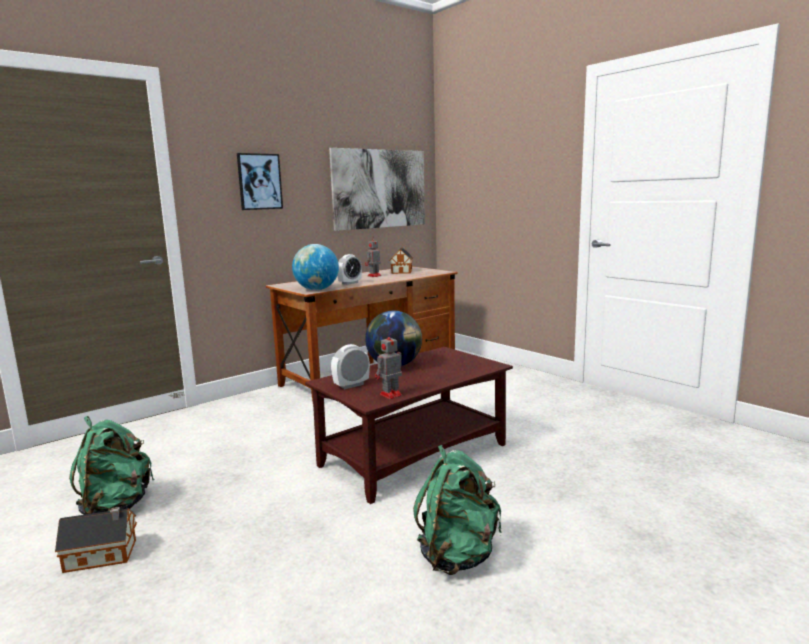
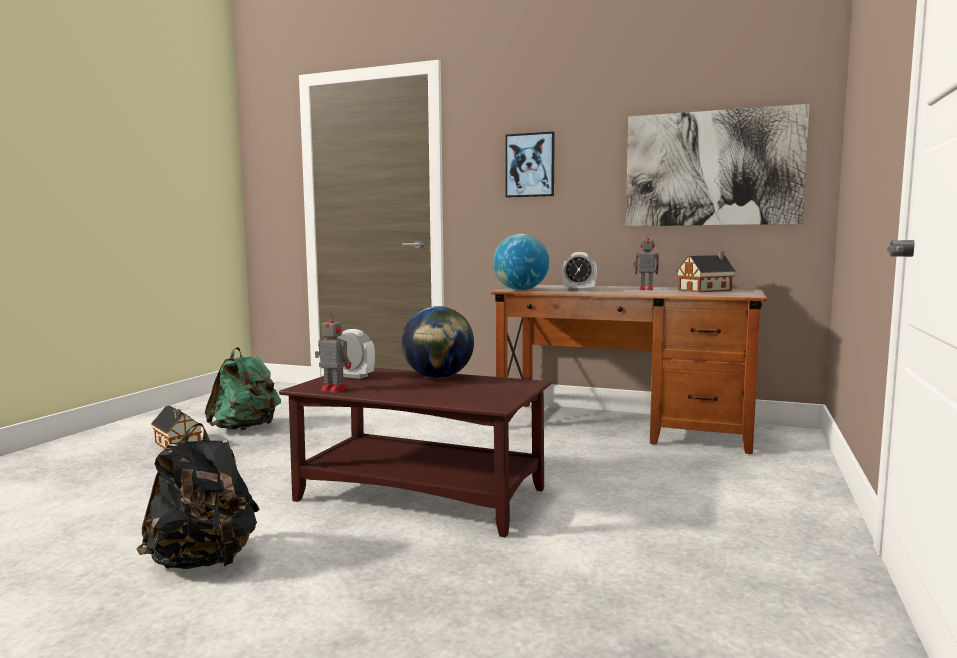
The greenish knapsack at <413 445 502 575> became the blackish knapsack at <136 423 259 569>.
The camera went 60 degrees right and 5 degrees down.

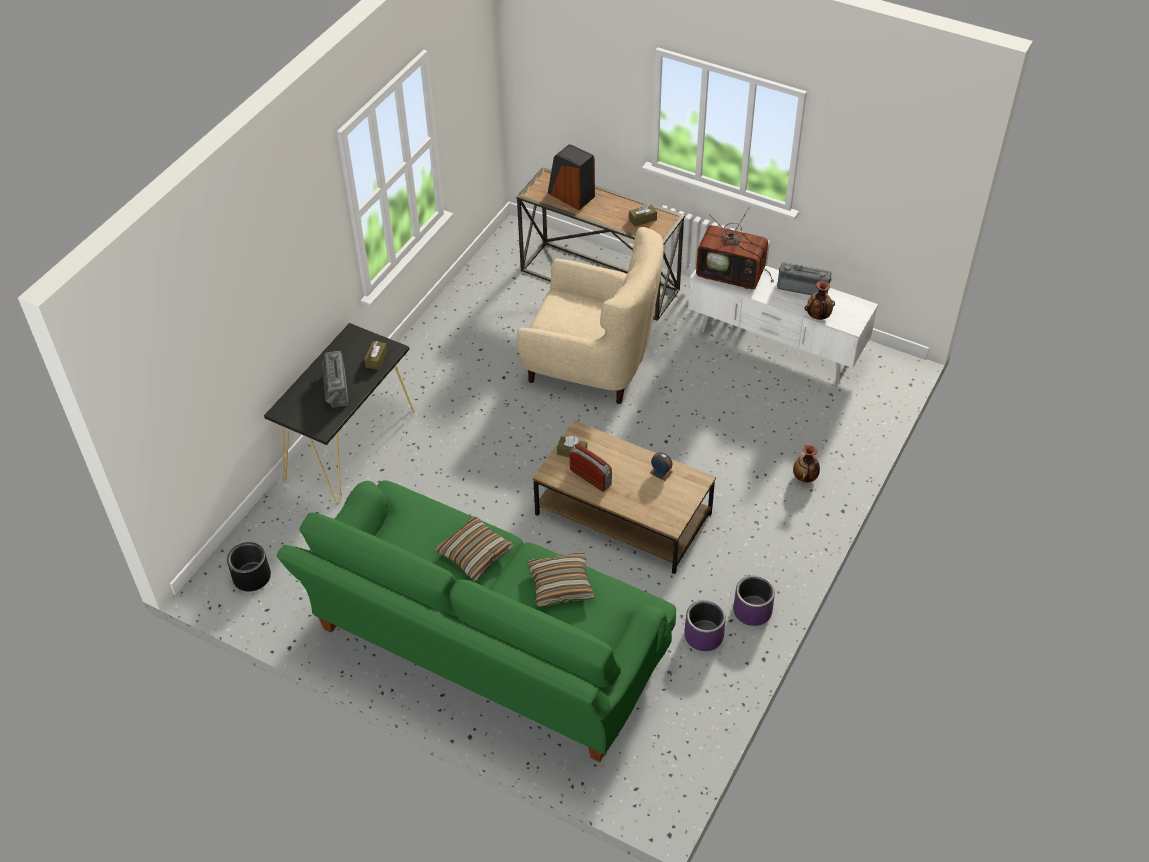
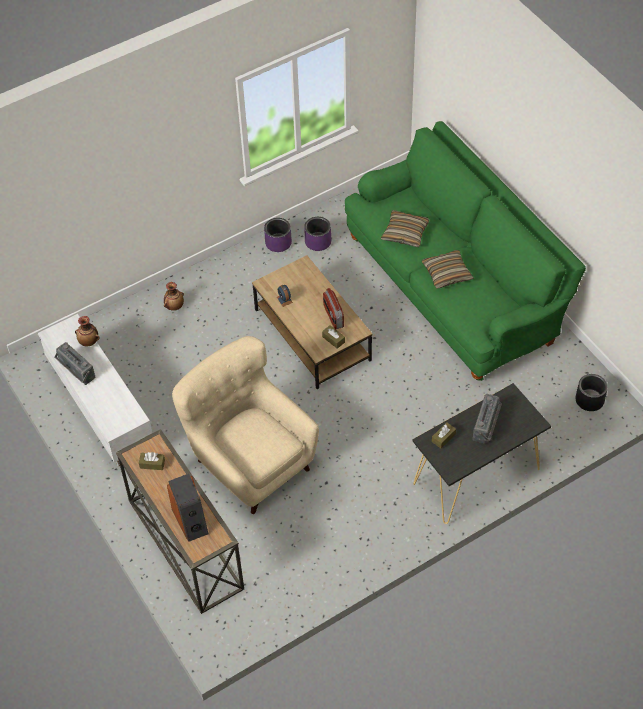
The television at <696 207 774 289> disappeared.
The camera went 150 degrees left and 5 degrees up.

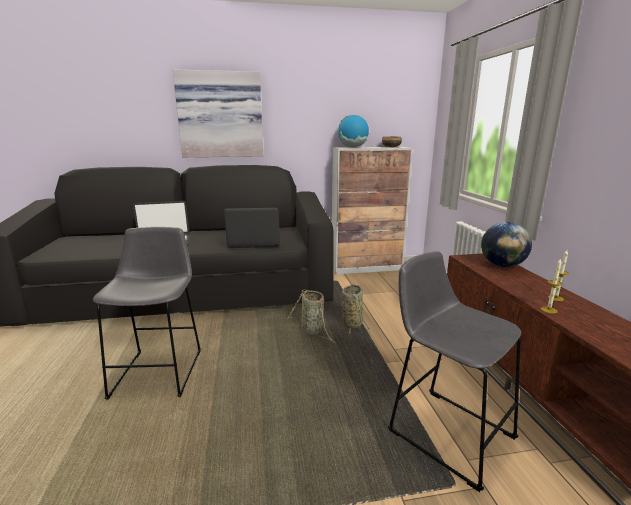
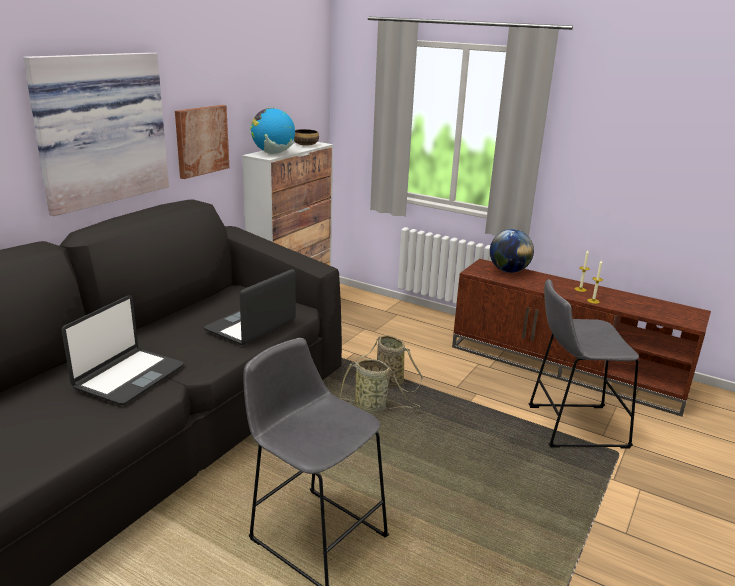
The wall art at <175 105 229 179> appeared.
The camera went 50 degrees left and 5 degrees up.

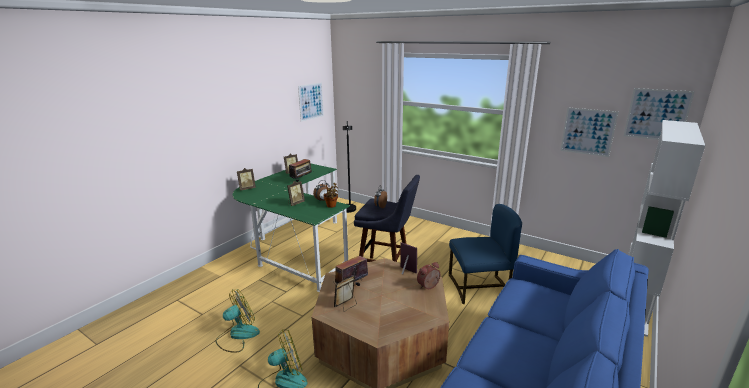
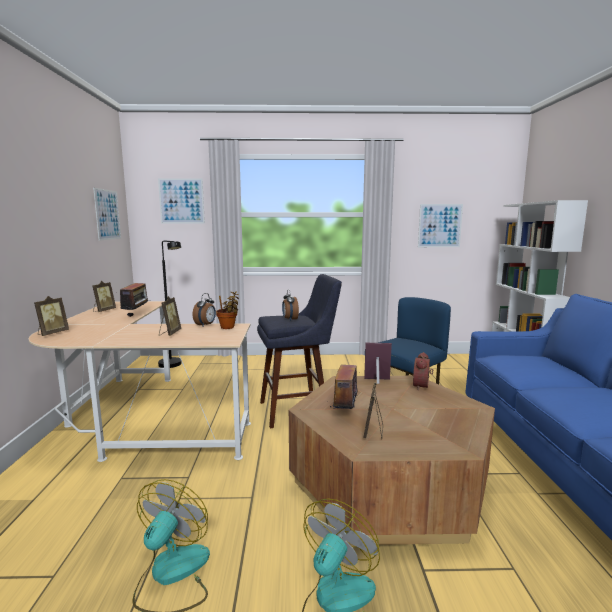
The greenish desk at <233 163 350 292> became the beige-coloured desk at <29 301 251 462>.
The wall art moved from <623 88 695 140> to <158 178 205 223>.
The camera went 35 degrees left and 10 degrees down.

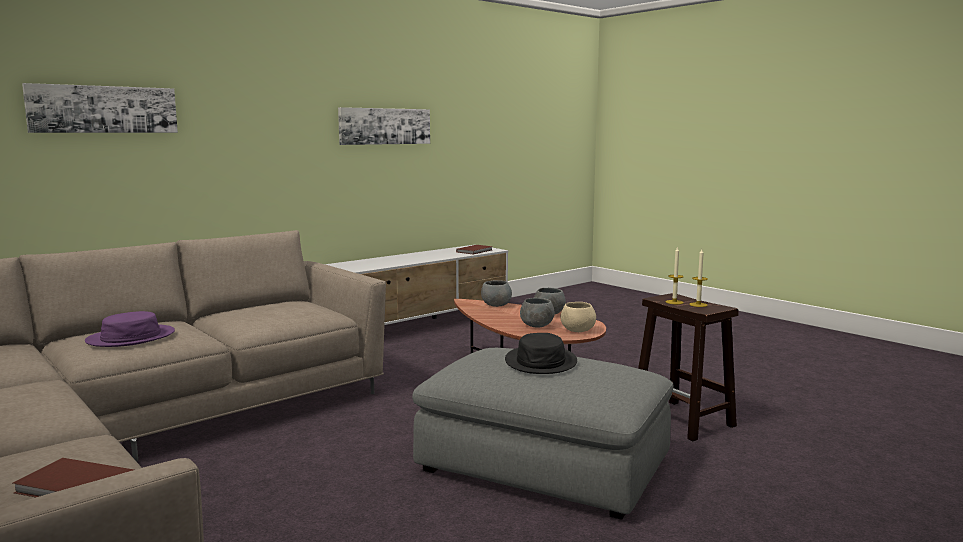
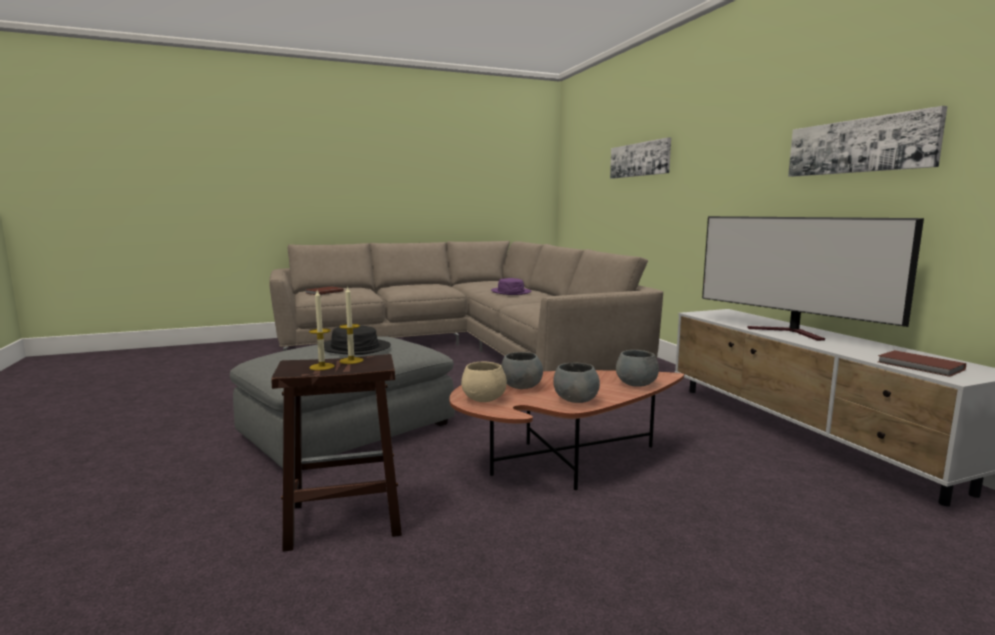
The television at <702 216 924 341> appeared.
The camera went 110 degrees right and 0 degrees up.

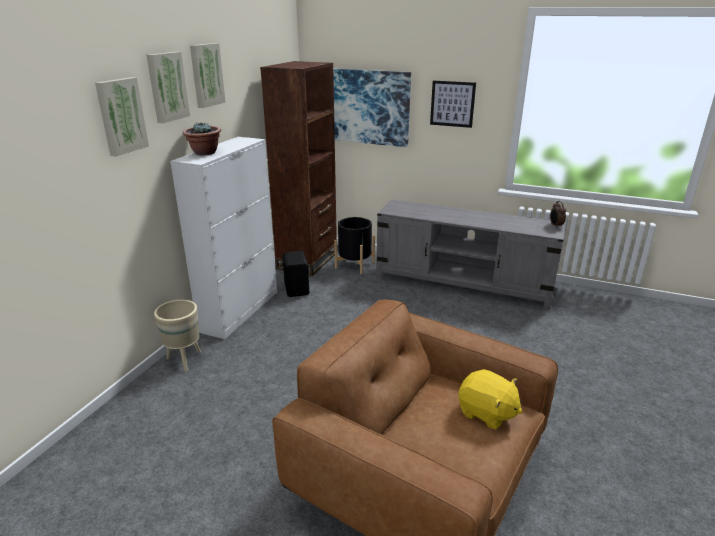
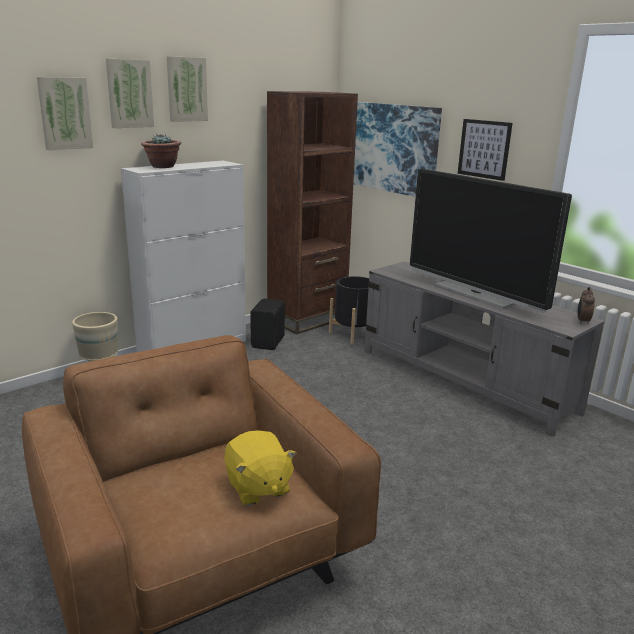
The television at <410 169 572 313> appeared.
The camera went 25 degrees right and 5 degrees down.

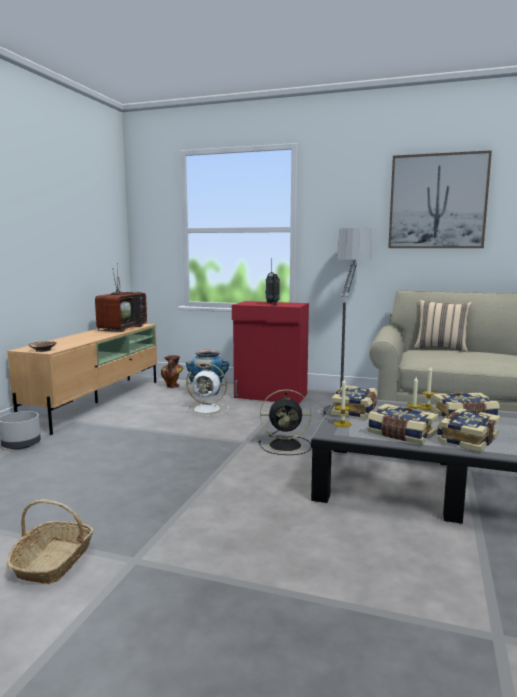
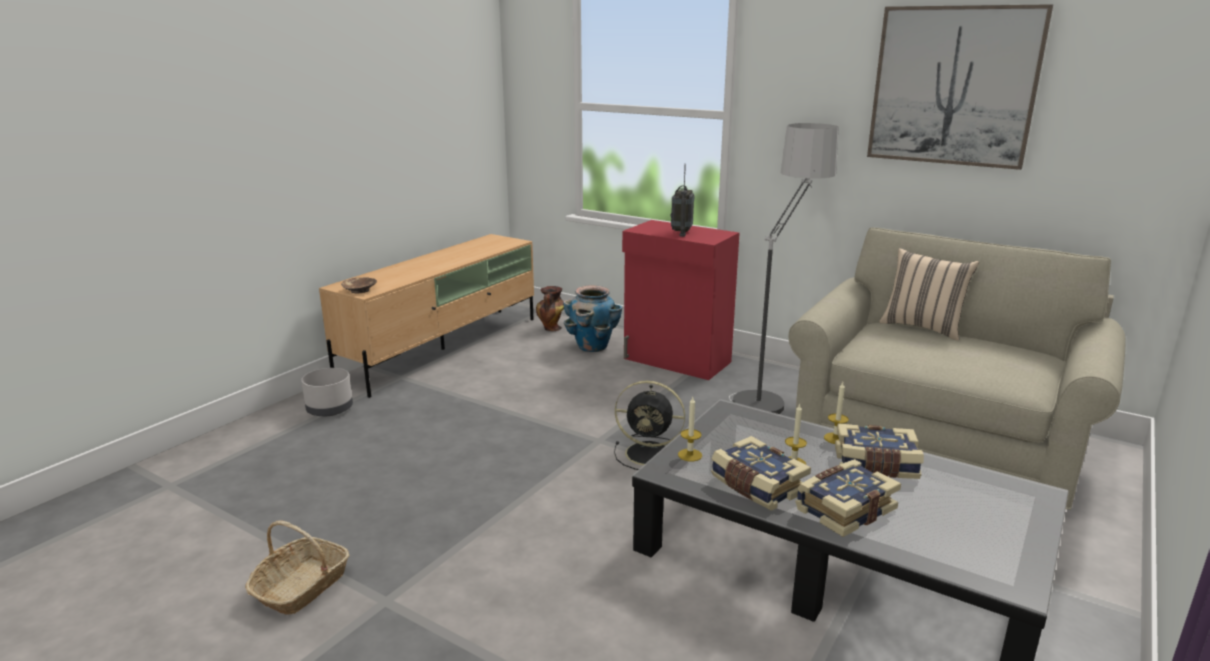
The television at <95 263 147 332> disappeared.
The whitish cooling fan at <186 363 229 416> disappeared.
The volume at <331 385 377 419> disappeared.
The camera went 15 degrees right and 10 degrees up.

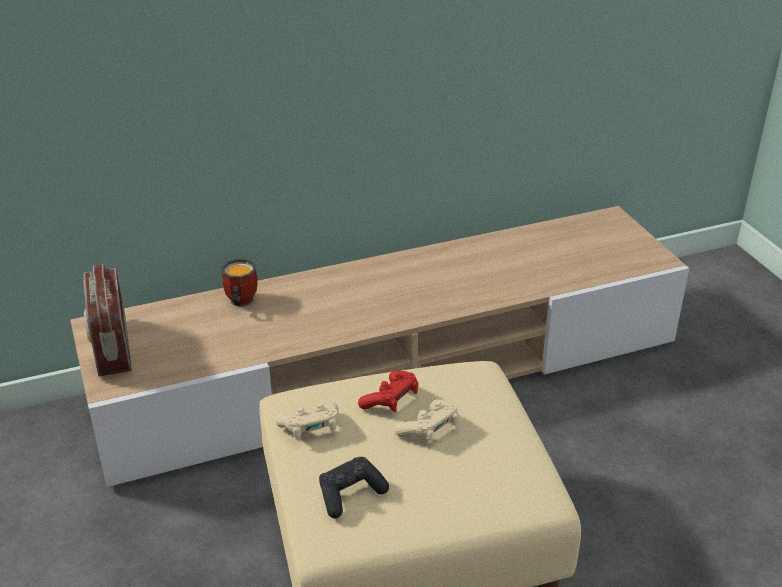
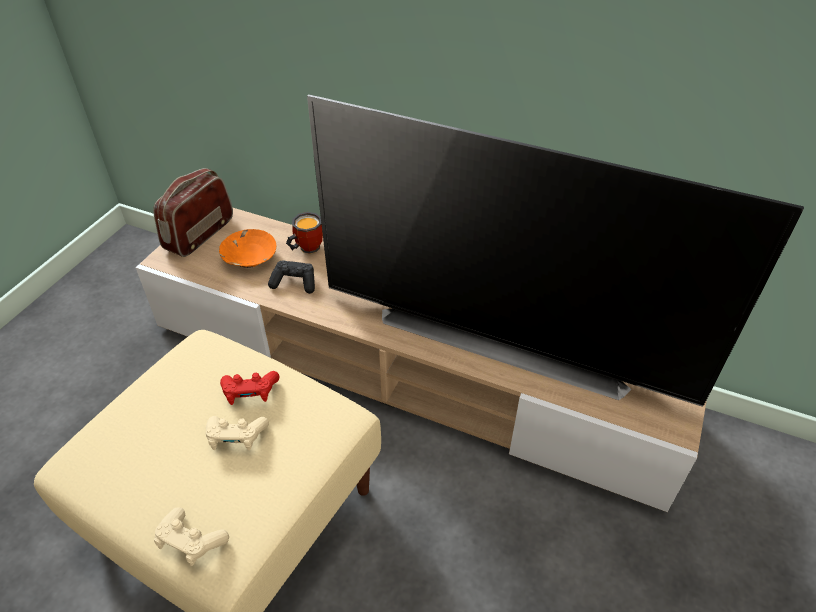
The beige-coloured joypad moved from <275 402 339 441> to <154 507 229 566>.
The orangey bowl at <219 229 276 268> appeared.
The blackish joypad moved from <319 457 389 518> to <268 260 315 294>.
The television at <307 95 804 407> appeared.
The camera went 45 degrees right and 10 degrees up.

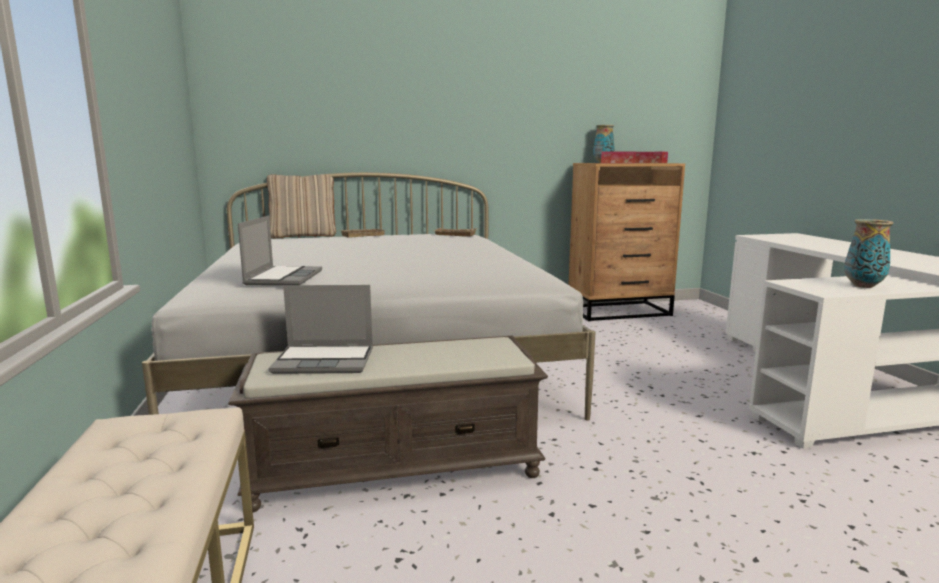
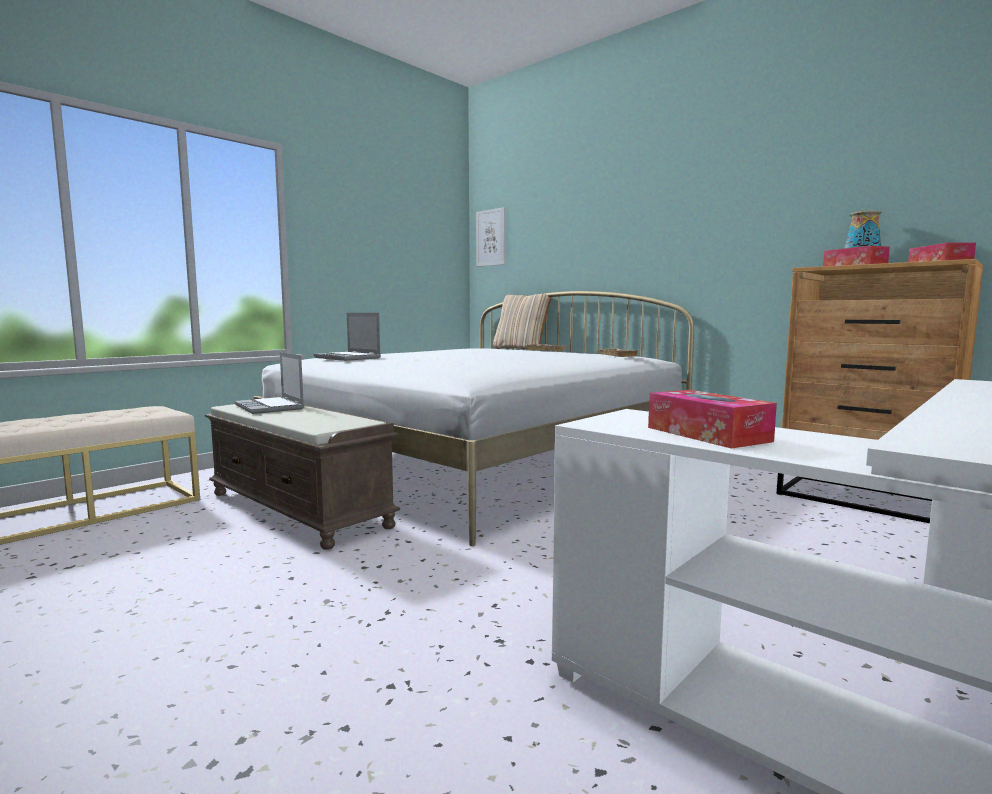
The laptop at <238 216 322 286> turned 75 degrees clockwise.
The wall art at <476 208 505 267> appeared.
The flower vase at <844 219 894 288> was replaced by the tissue box at <648 390 777 449>.
The camera went 55 degrees right and 5 degrees down.

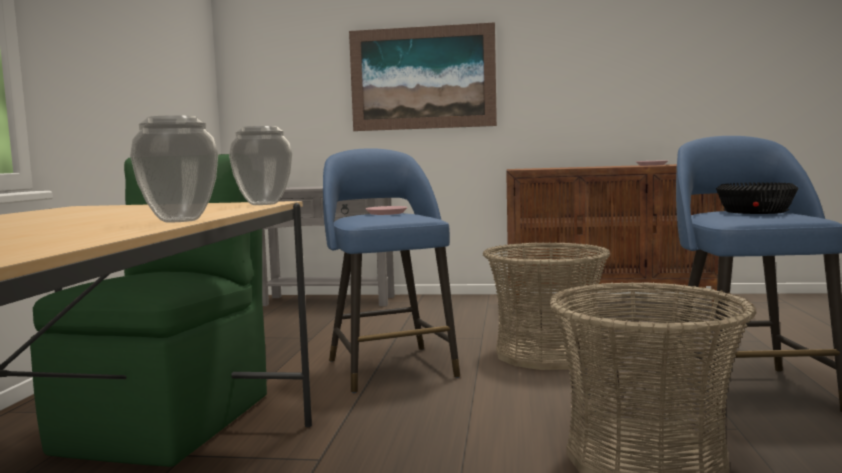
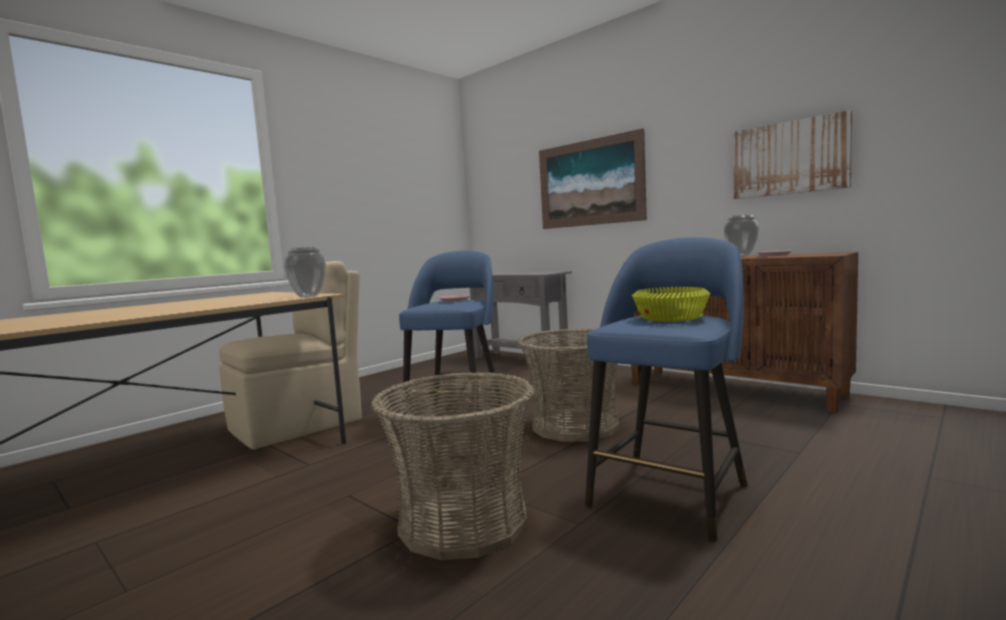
The greenish chair at <30 154 267 467> became the beige-coloured chair at <219 261 362 450>.
The blackish bowl at <716 182 798 214> became the yellowish bowl at <632 287 710 322>.
The flower vase moved from <130 115 218 222> to <724 215 759 256>.
The wall art at <733 110 852 199> appeared.
The camera went 35 degrees right and 0 degrees up.

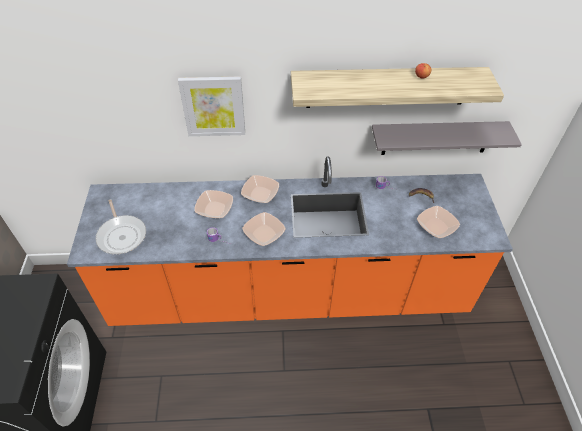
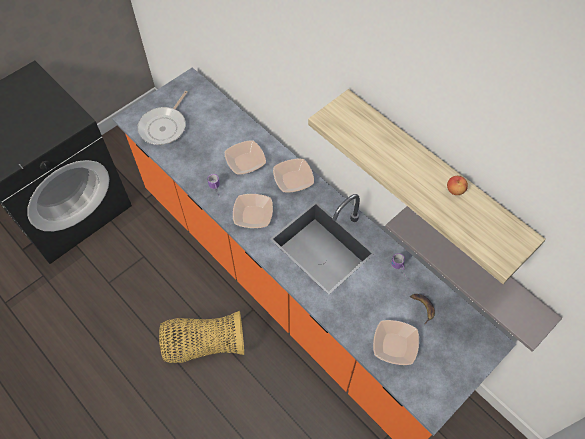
The basket at <159 311 244 363> appeared.
The wall art at <178 76 245 136> disappeared.
The camera went 50 degrees right and 10 degrees up.

